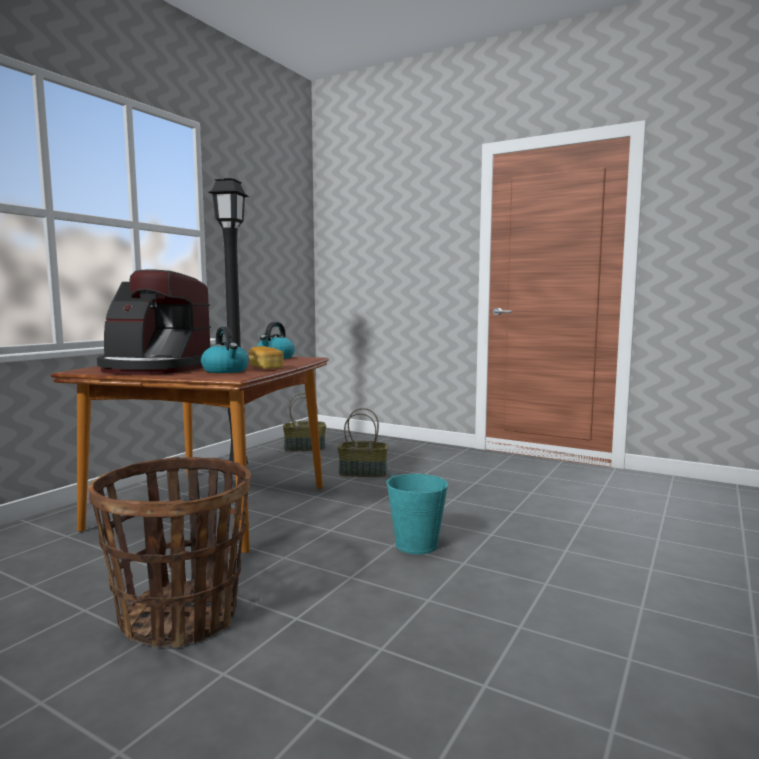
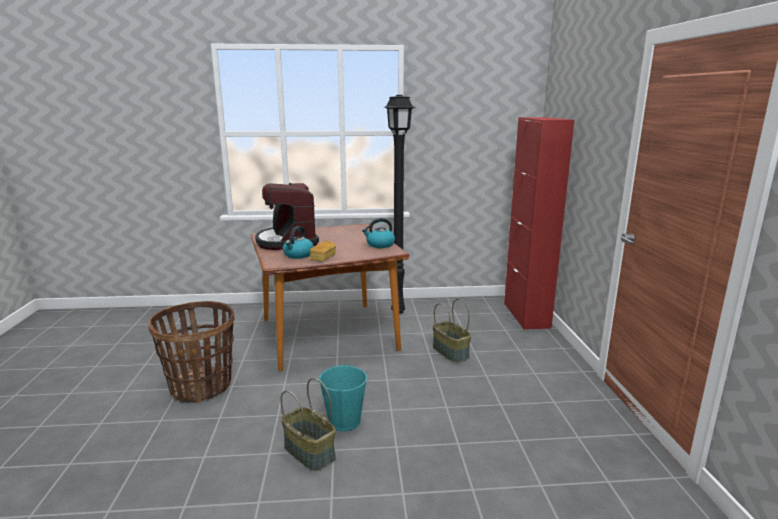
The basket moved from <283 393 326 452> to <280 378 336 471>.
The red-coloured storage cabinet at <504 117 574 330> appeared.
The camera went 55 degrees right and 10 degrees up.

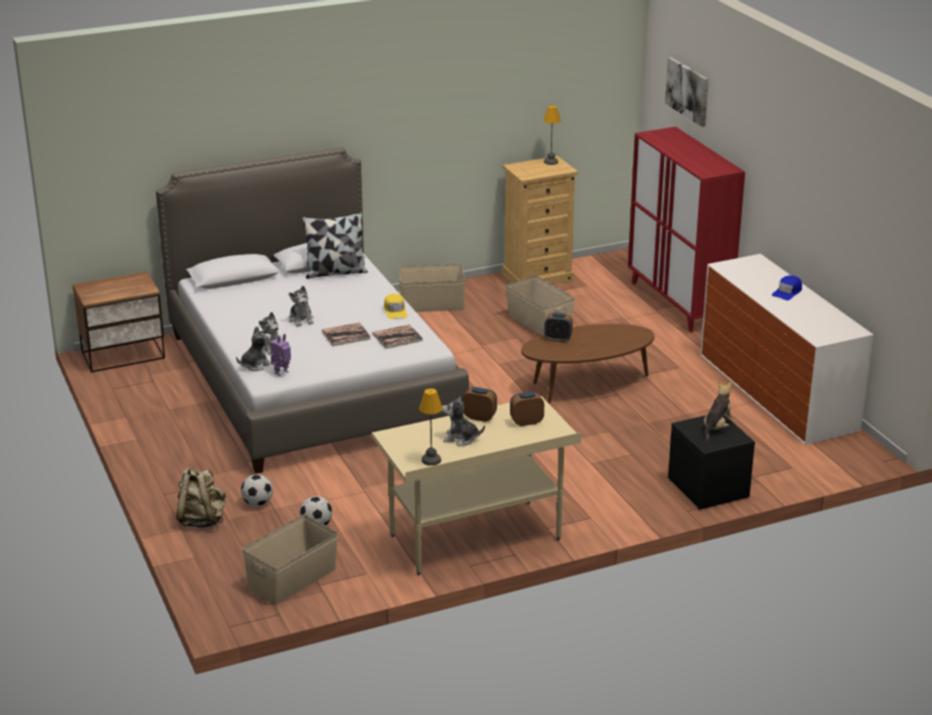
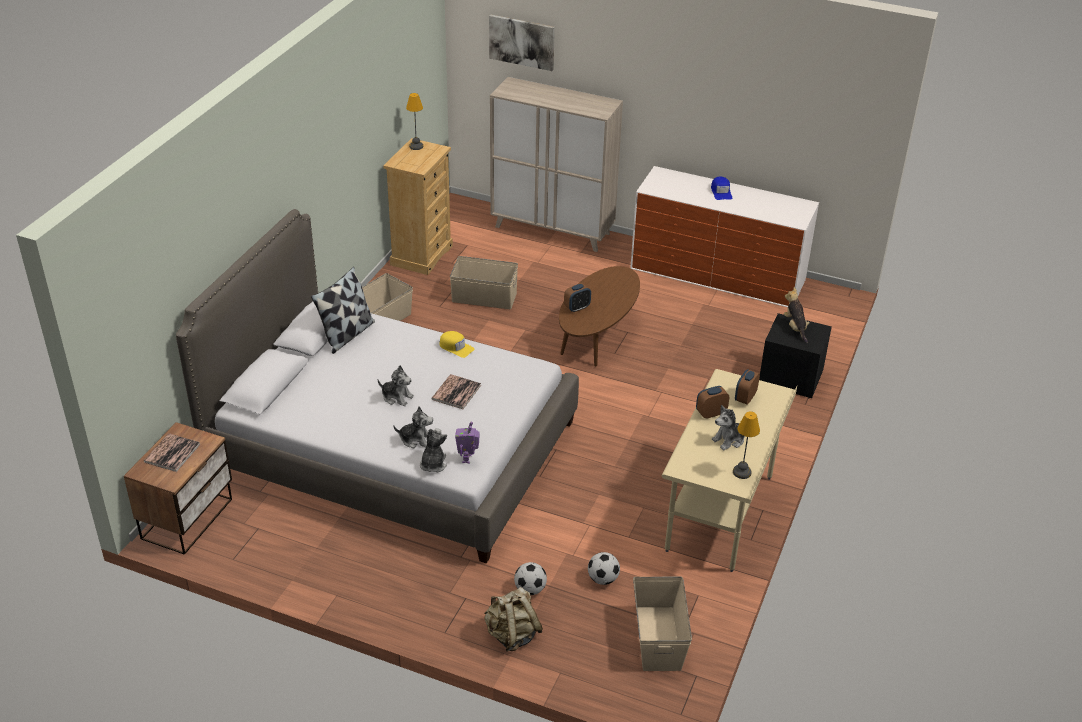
The volume moved from <372 324 423 349> to <144 433 200 472>.
The red-coloured storage cabinet at <628 127 745 333> became the beige-coloured storage cabinet at <490 77 623 252>.
The camera went 45 degrees left and 10 degrees up.

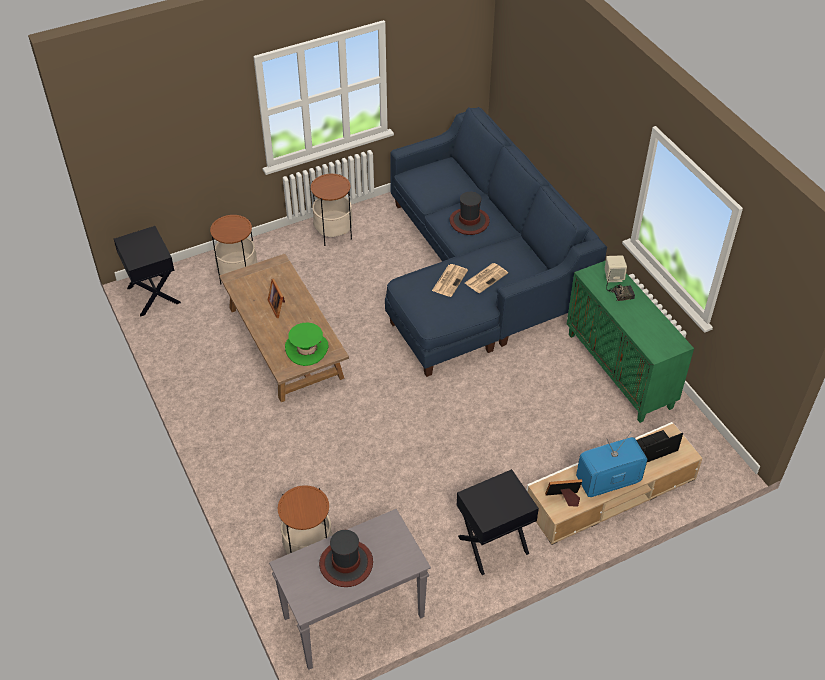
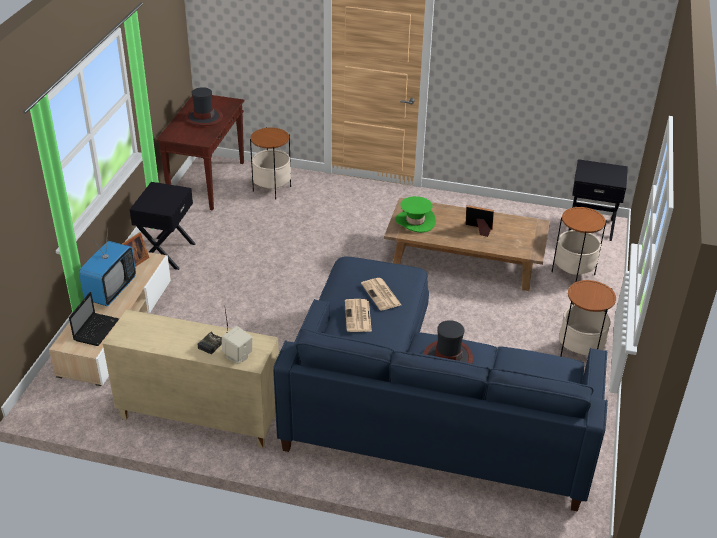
The greenish storage cabinet at <567 260 694 423> became the beige-coloured storage cabinet at <103 309 279 448>.
The greyish console table at <269 509 431 670> became the brown-coloured console table at <156 95 244 210>.
The camera went 130 degrees right and 10 degrees down.

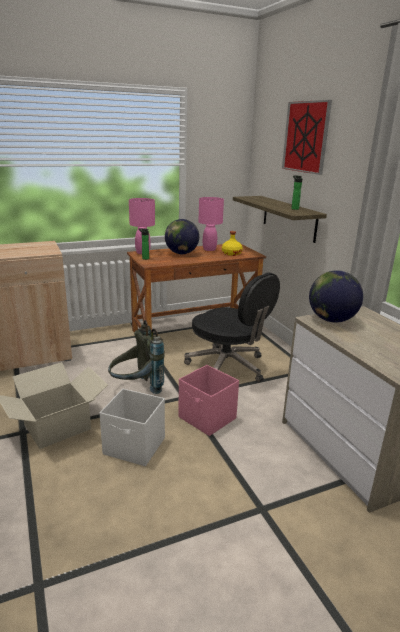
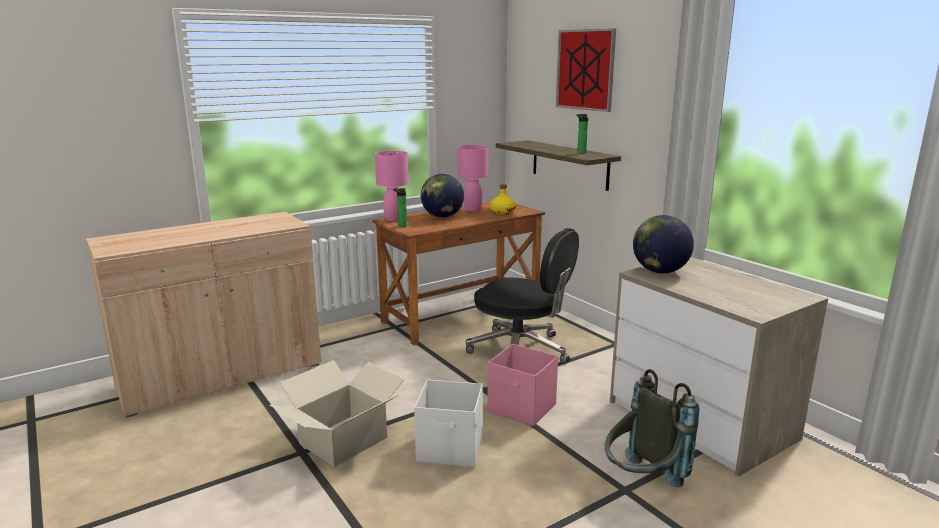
The greyish knapsack moved from <108 320 165 394> to <605 369 699 488>.
The camera went 10 degrees left and 5 degrees down.

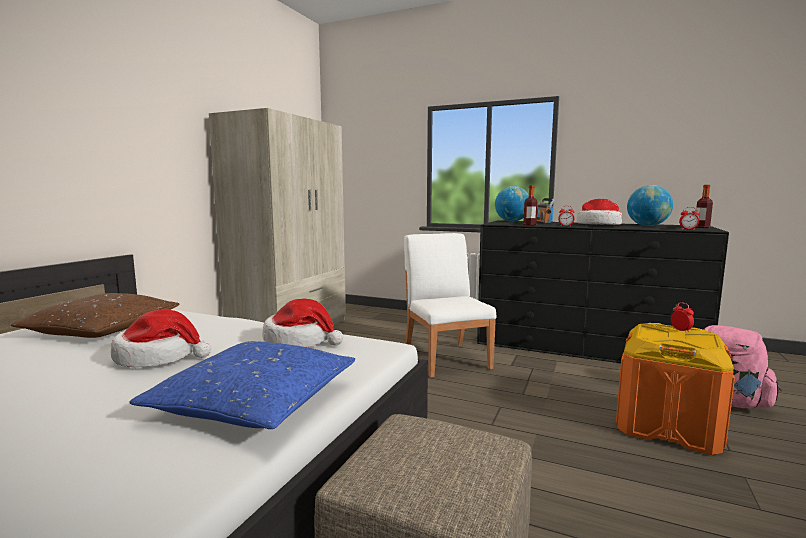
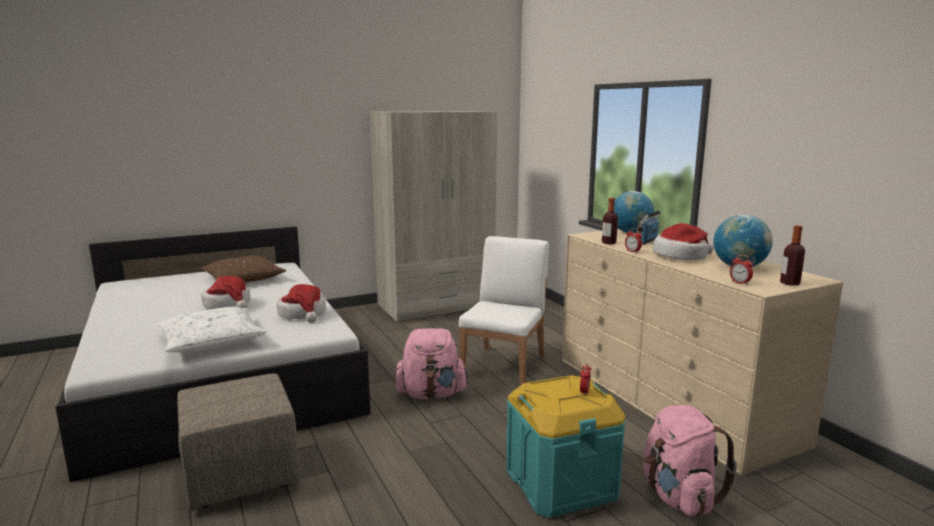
The blue throw pillow at <130 341 355 429> became the whitish throw pillow at <157 307 267 353>.
The pinkish knapsack at <395 328 469 399> appeared.
The orangey storage bin at <616 323 735 455> became the turquoise storage bin at <506 375 626 518>.
The blackish chest of drawers at <477 220 729 363> became the beige-coloured chest of drawers at <562 229 843 475>.
The camera went 40 degrees right and 5 degrees up.

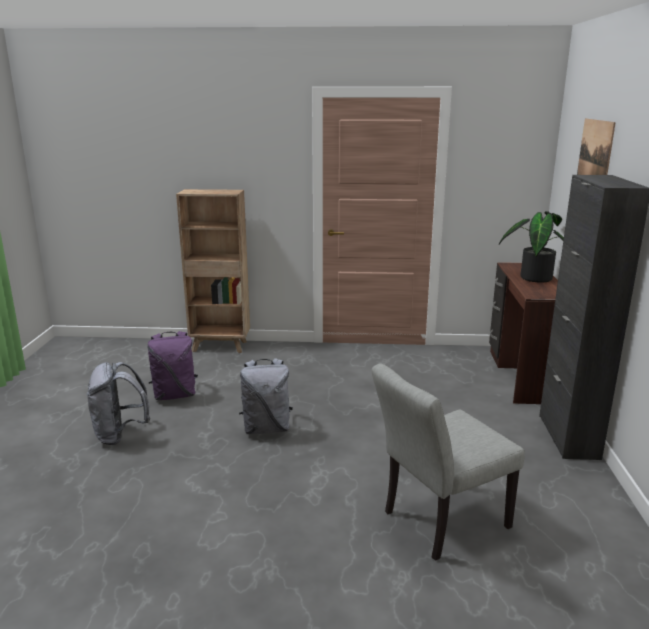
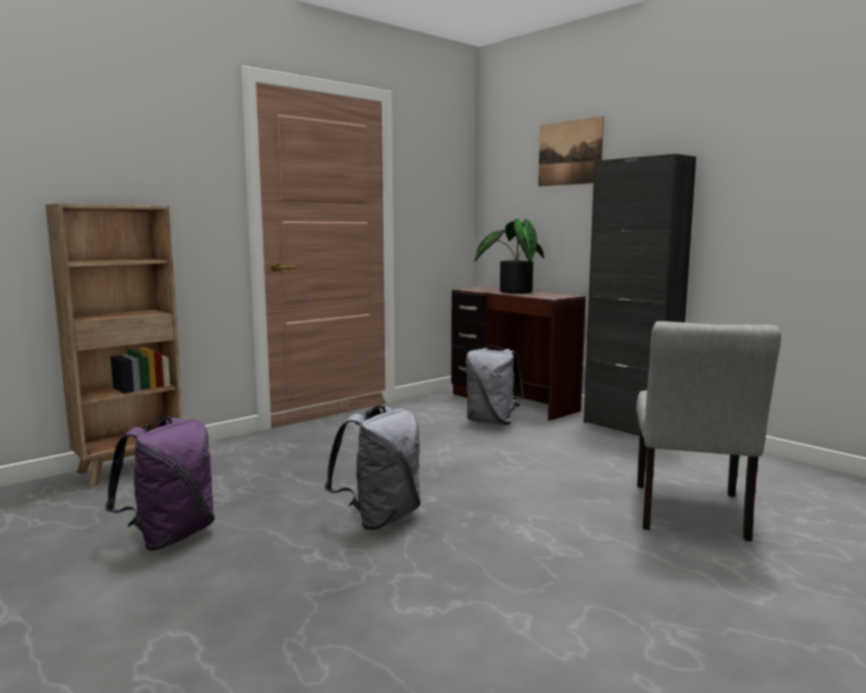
The greyish knapsack moved from <86 362 150 445> to <466 345 524 425>.
The camera went 45 degrees left and 10 degrees down.

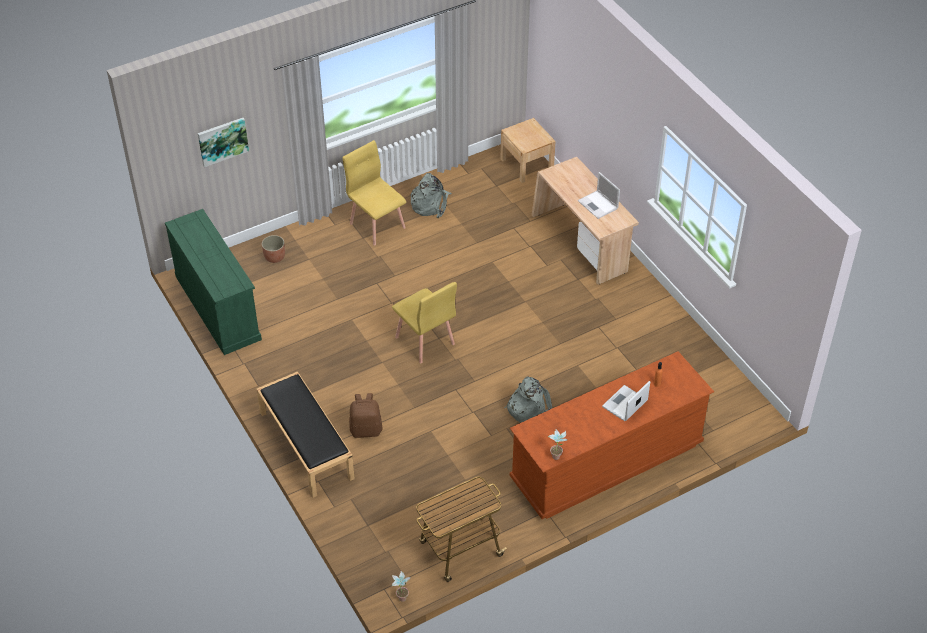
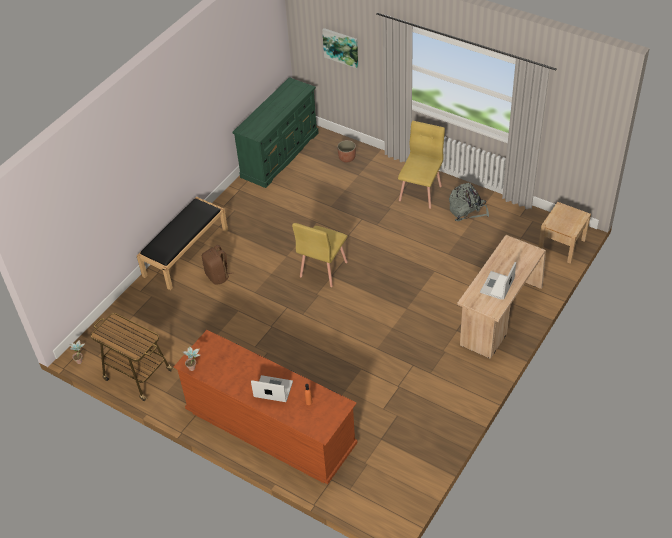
The greyish knapsack at <505 376 552 423> disappeared.
The camera went 65 degrees right and 0 degrees up.

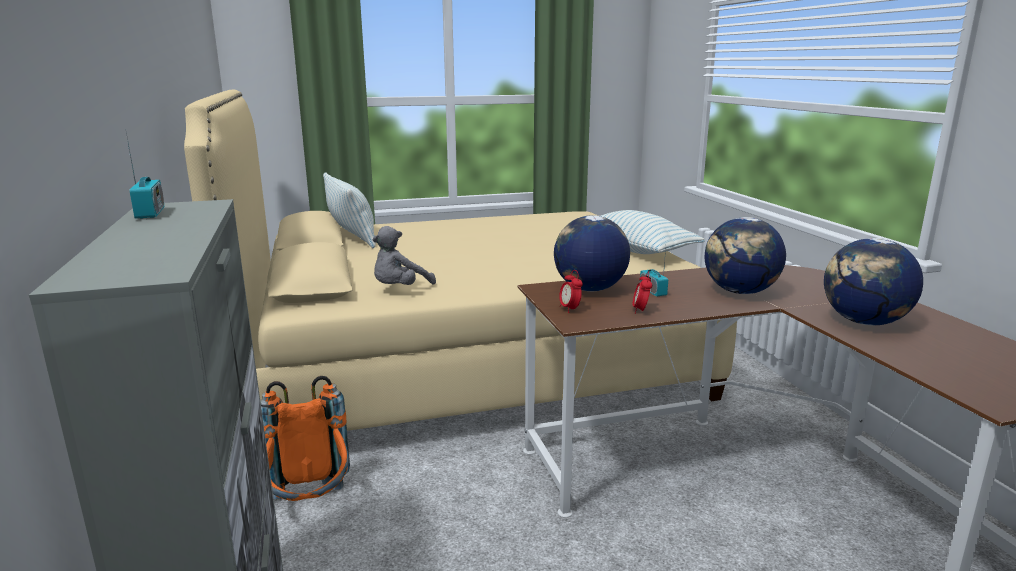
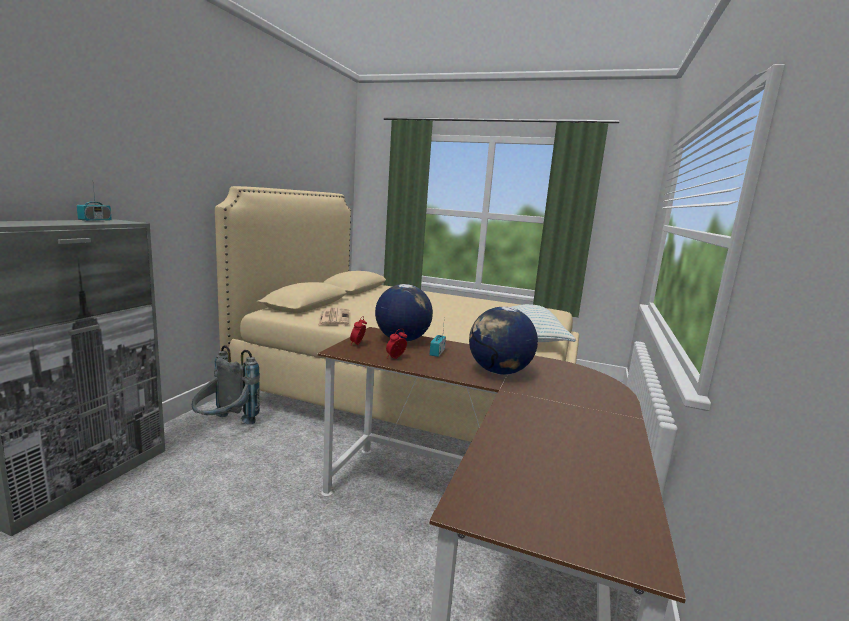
The orangey knapsack at <260 376 350 501> became the greyish knapsack at <192 345 260 425>.
The greyish soft toy at <373 226 436 285> was replaced by the newspaper at <318 308 349 326>.
The throw pillow at <323 172 376 248> disappeared.
The globe at <824 238 923 326> disappeared.
The camera went 35 degrees right and 5 degrees down.

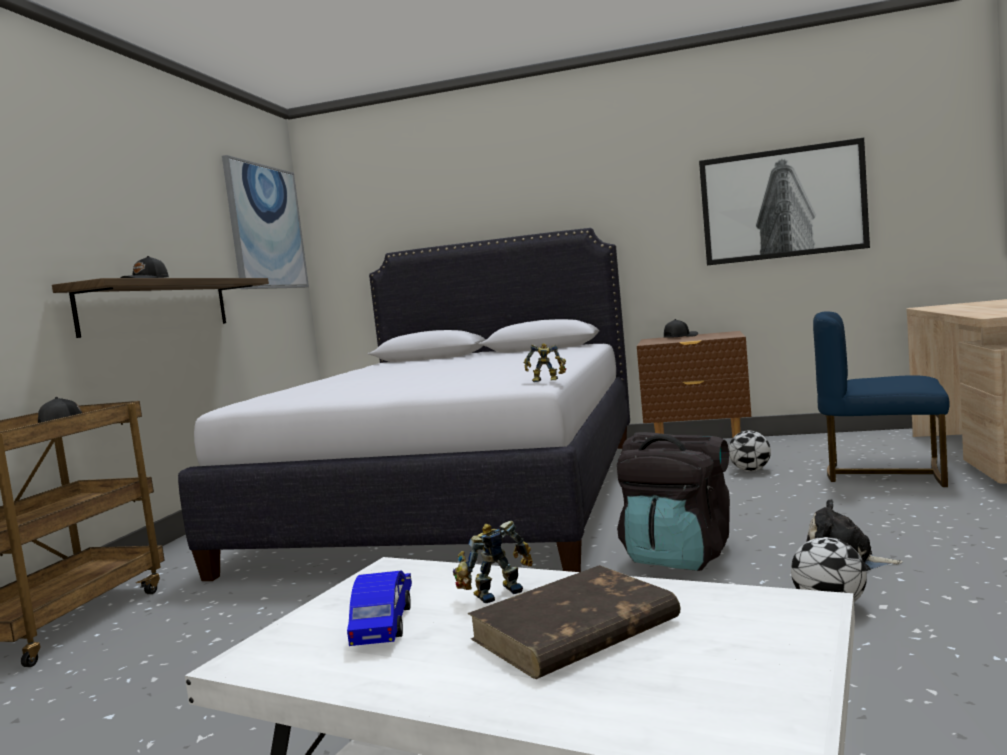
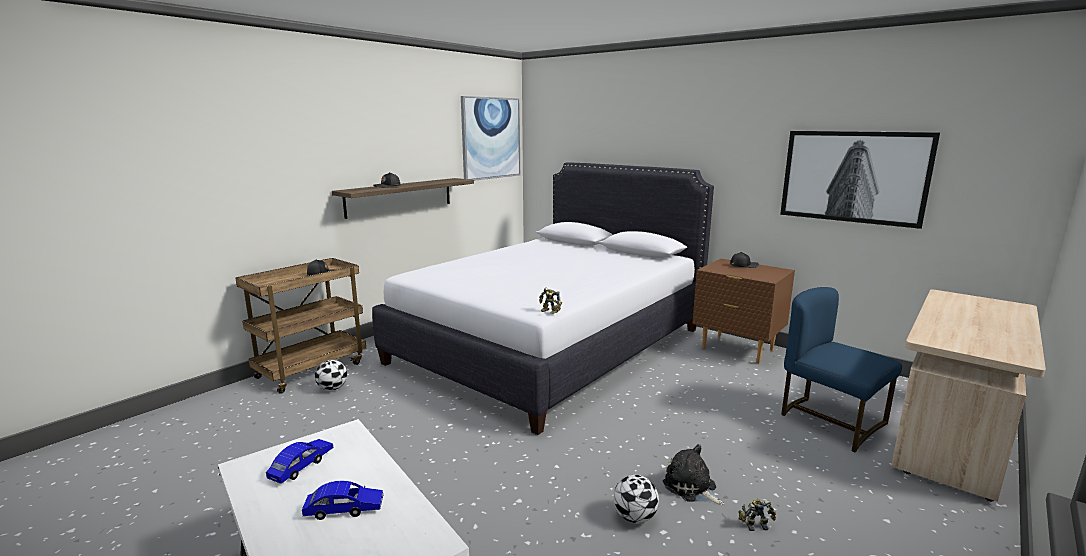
The brown-coloured volume at <468 565 680 679> was replaced by the blue model car at <302 481 383 520>.
The football ball moved from <729 430 771 471> to <315 360 347 391>.
The toy robot moved from <453 521 533 603> to <738 499 776 531>.
The blackish knapsack at <617 432 730 571> disappeared.
The camera went 25 degrees right and 10 degrees up.

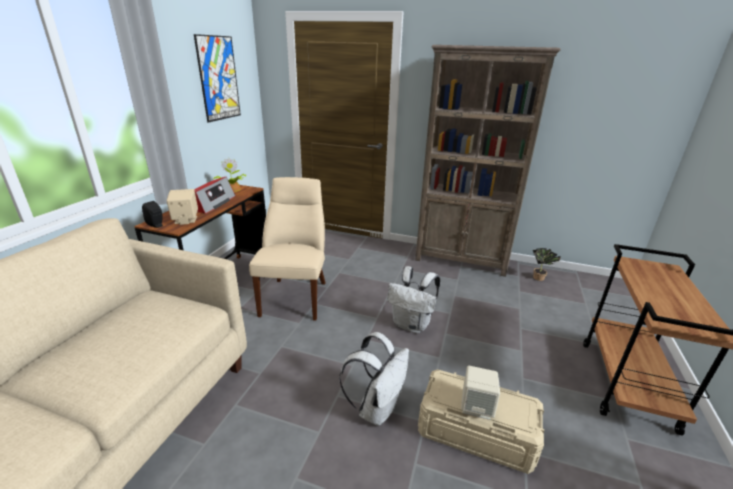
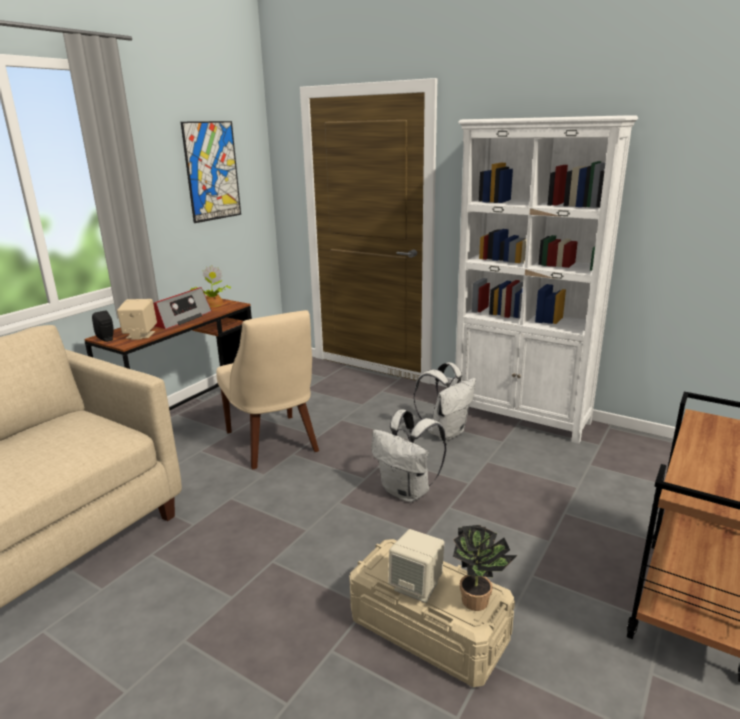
The beige-coloured chair at <249 177 326 321> turned 135 degrees clockwise.
The whitish knapsack moved from <339 332 409 426> to <414 362 476 441>.
The plant in a pot moved from <533 248 561 281> to <453 525 517 611>.
The brown-coloured bookshelf at <415 45 560 277> became the whitish bookshelf at <455 115 638 444>.
The camera went 15 degrees right and 5 degrees down.

